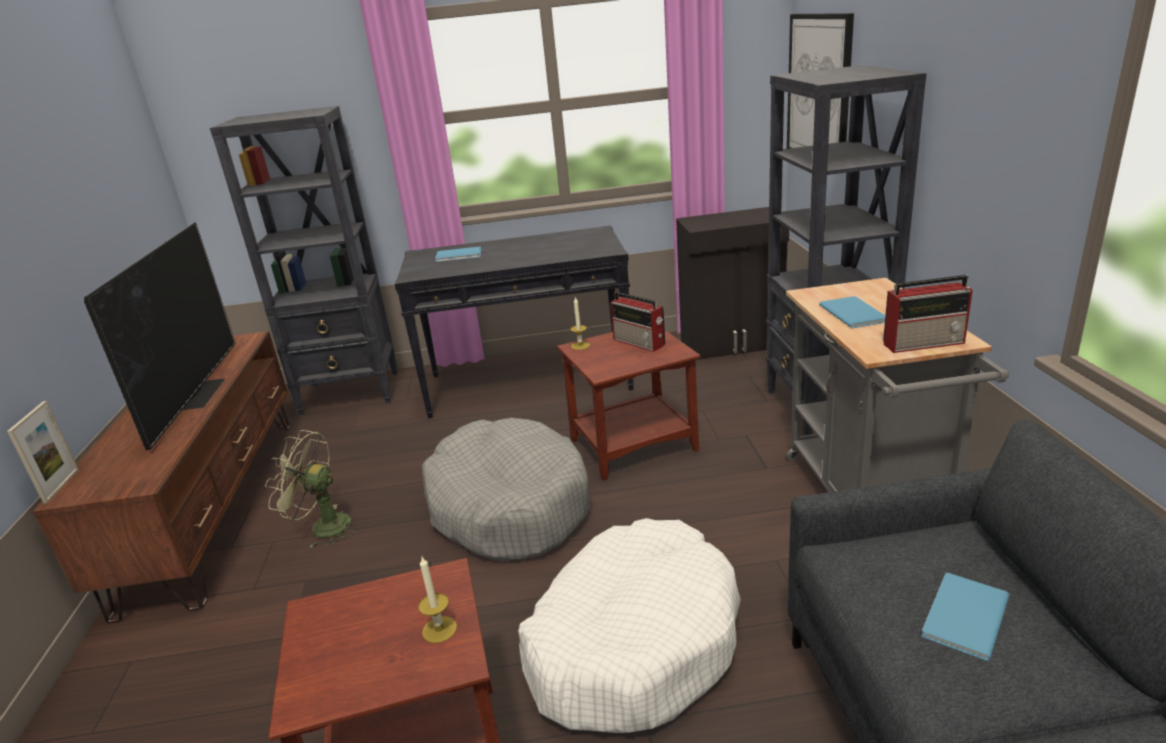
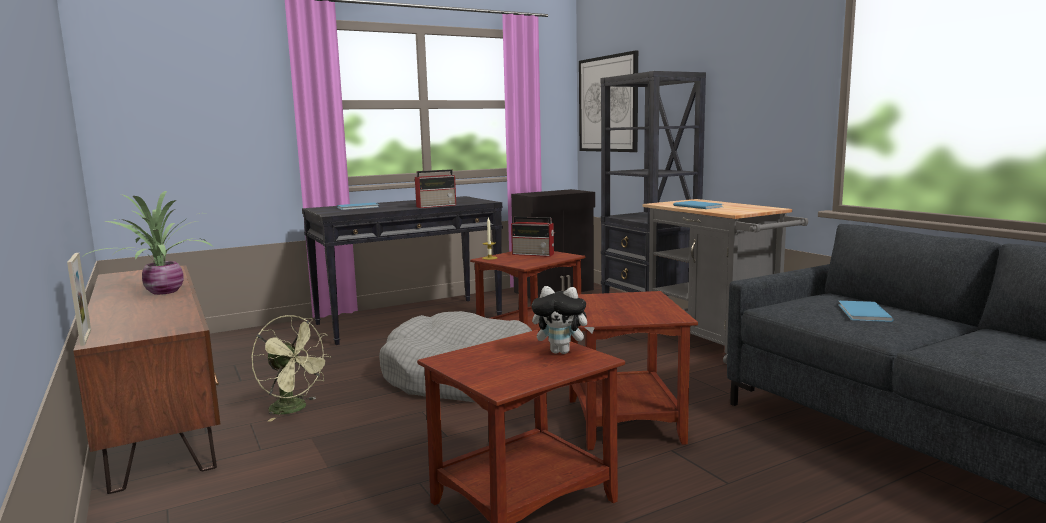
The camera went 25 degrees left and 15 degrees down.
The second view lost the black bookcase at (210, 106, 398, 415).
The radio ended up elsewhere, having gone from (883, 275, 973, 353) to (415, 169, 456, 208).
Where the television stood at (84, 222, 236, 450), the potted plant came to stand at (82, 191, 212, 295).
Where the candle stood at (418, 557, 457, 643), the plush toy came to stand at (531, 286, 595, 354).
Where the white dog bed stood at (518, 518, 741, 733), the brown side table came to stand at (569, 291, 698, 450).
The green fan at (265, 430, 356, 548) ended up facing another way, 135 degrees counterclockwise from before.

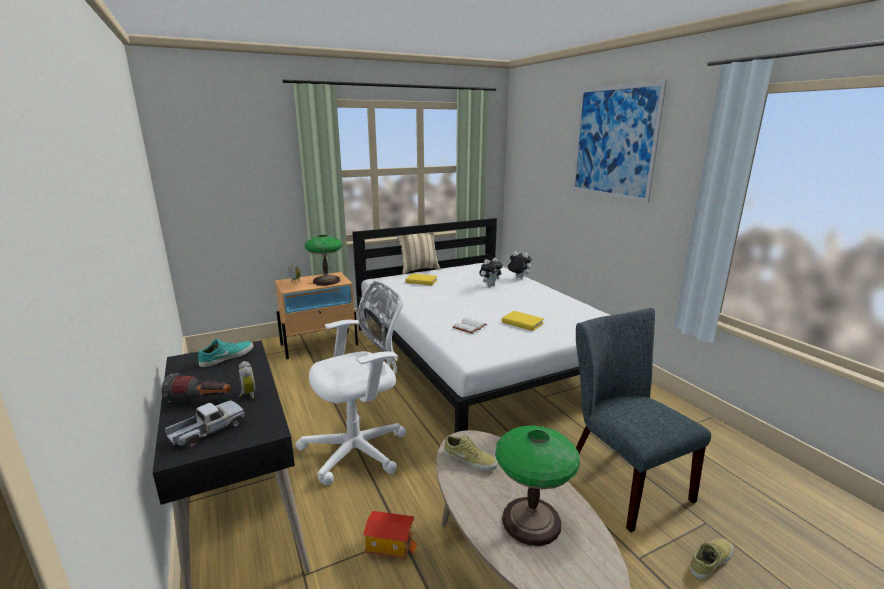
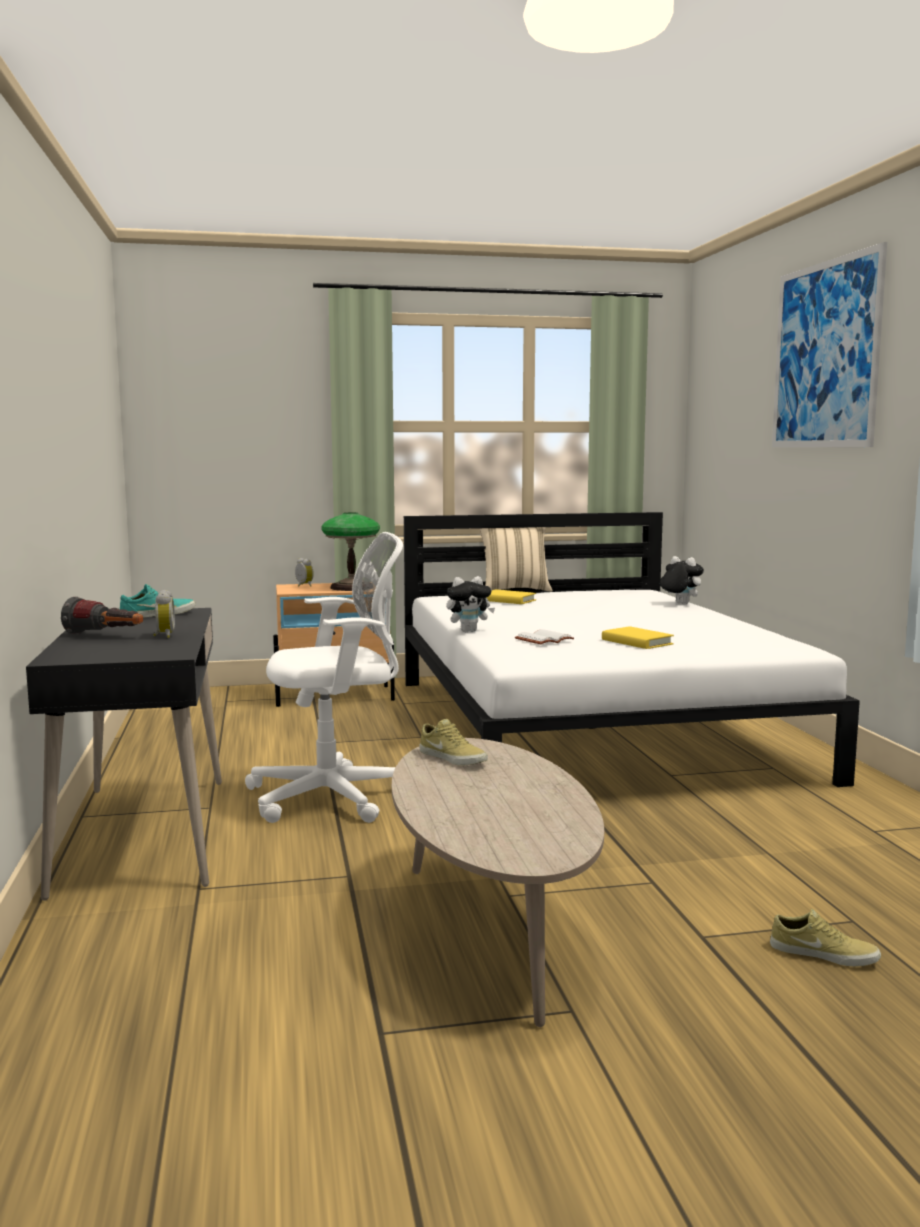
The camera went 15 degrees right and 10 degrees down.
The second view lost the toy truck at (165, 400, 245, 447).
The second view lost the toy house at (363, 511, 417, 559).
The second view lost the table lamp at (495, 425, 580, 546).
The second view lost the grey chair at (576, 308, 711, 532).
The plush toy ended up elsewhere, having gone from (479, 258, 503, 287) to (446, 576, 495, 632).
The beige shoe at (690, 538, 733, 579) ended up facing another way, 45 degrees clockwise from before.

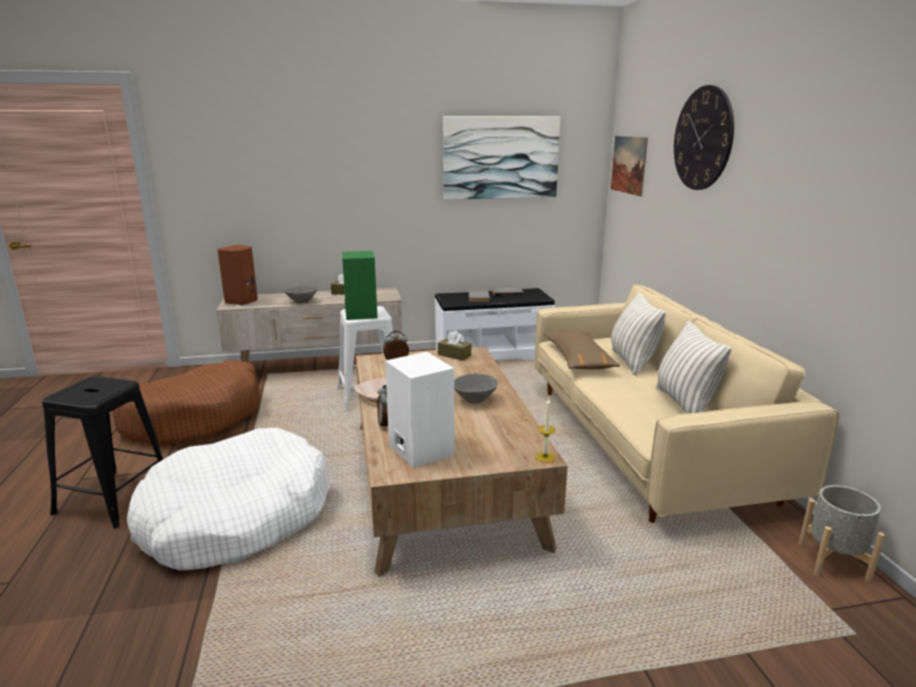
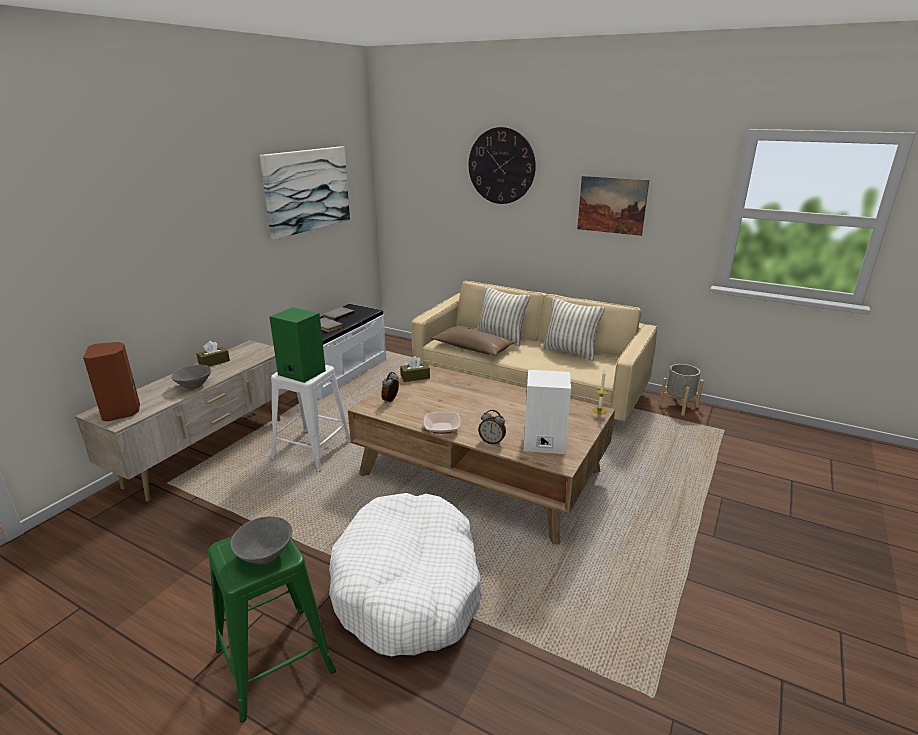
The camera went 50 degrees left and 5 degrees up.
The second view lost the brown dog bed at (112, 360, 260, 445).
The grey bowl ended up elsewhere, having gone from (454, 374, 498, 404) to (231, 516, 293, 565).
The picture ended up elsewhere, having gone from (611, 136, 648, 196) to (577, 176, 649, 236).
What was the black stool at (42, 376, 163, 529) turned into the green stool at (208, 536, 336, 722).

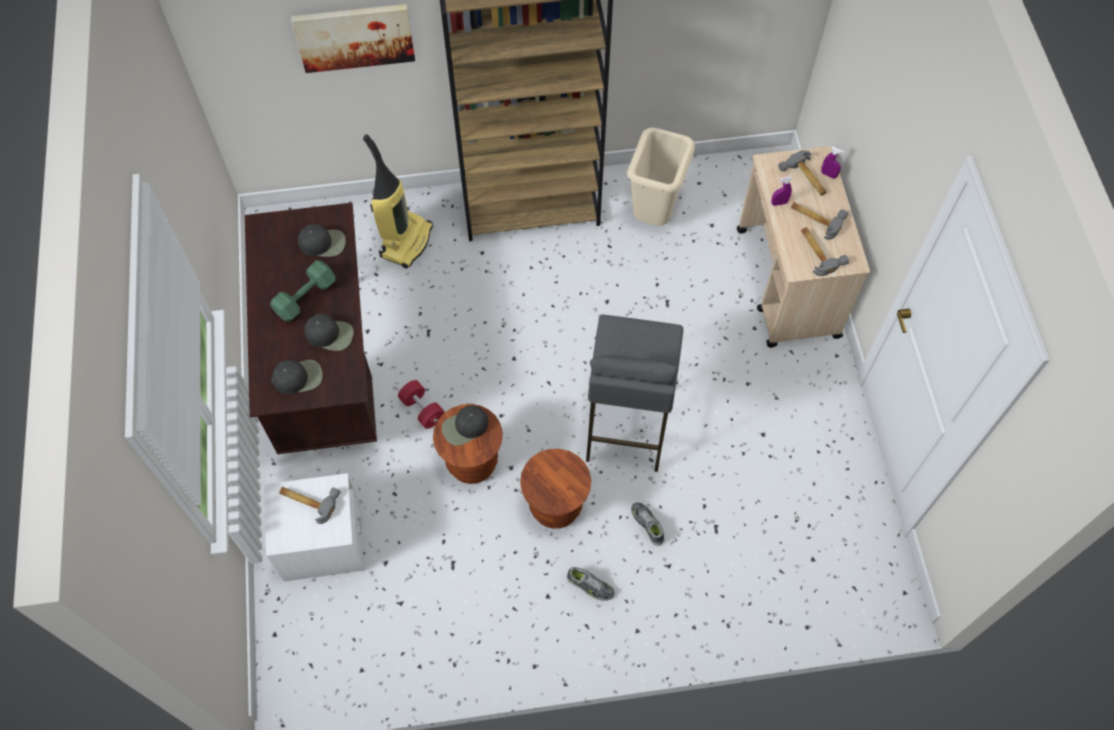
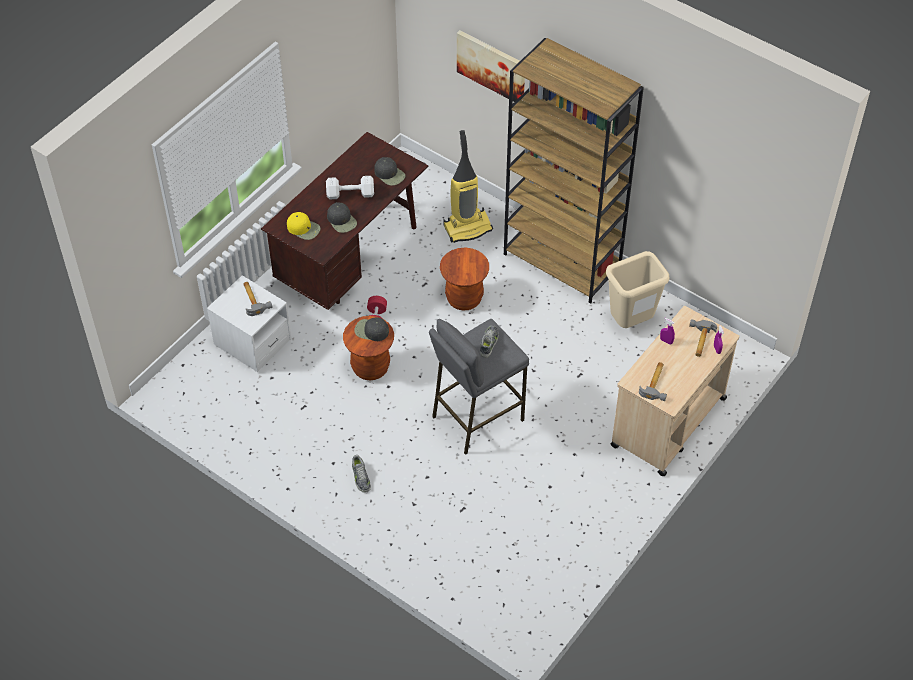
The camera went 45 degrees right and 10 degrees down.
The second view lost the hammer at (791, 202, 848, 240).
The brown stool ended up elsewhere, having gone from (520, 449, 591, 529) to (440, 247, 489, 310).
The shoe ended up elsewhere, having gone from (631, 502, 664, 546) to (480, 325, 498, 358).
What was the green dumbbell at (271, 260, 336, 321) turned into the white dumbbell at (326, 176, 374, 199).
What was the black cap at (272, 360, 323, 394) turned into the yellow cap at (287, 212, 321, 240).

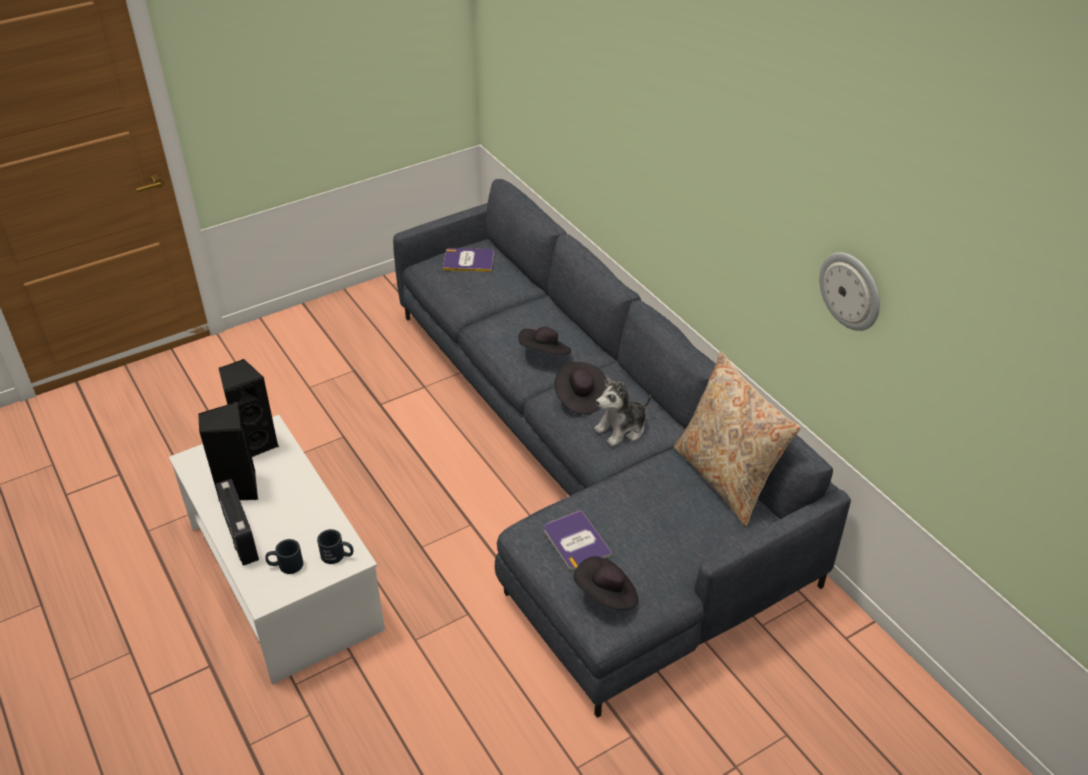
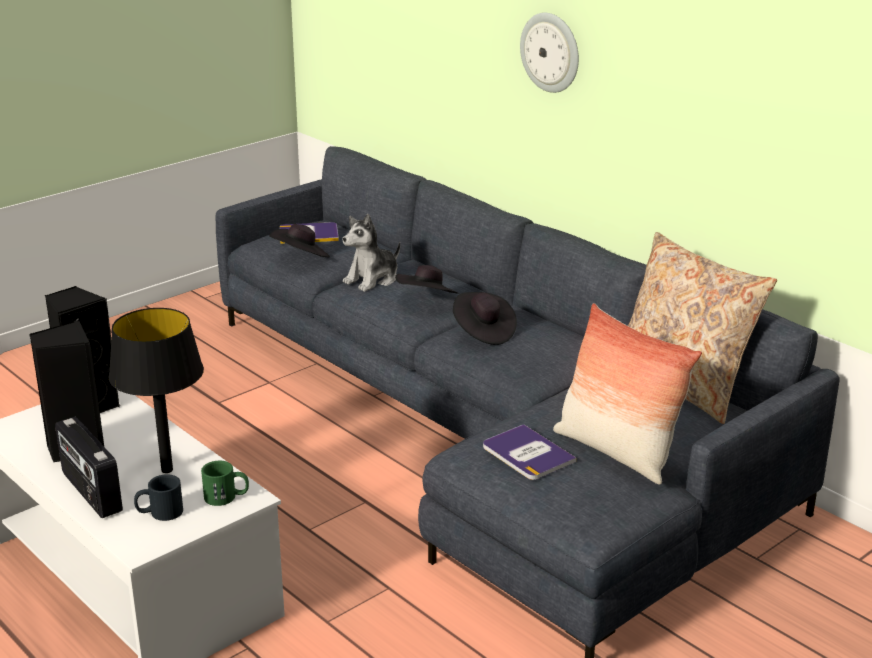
The camera went 10 degrees left and 15 degrees down.
The second view gained the black table lamp at (108, 308, 204, 473).
The second view gained the pillow at (553, 303, 702, 485).
The black hat ended up elsewhere, having gone from (573, 556, 639, 610) to (269, 224, 330, 257).
The plush toy ended up elsewhere, having gone from (594, 375, 651, 447) to (343, 214, 400, 292).
The wall clock ended up elsewhere, having gone from (819, 252, 880, 331) to (520, 13, 579, 93).
What was the black mug at (317, 529, 353, 564) turned into the green mug at (201, 461, 249, 506).

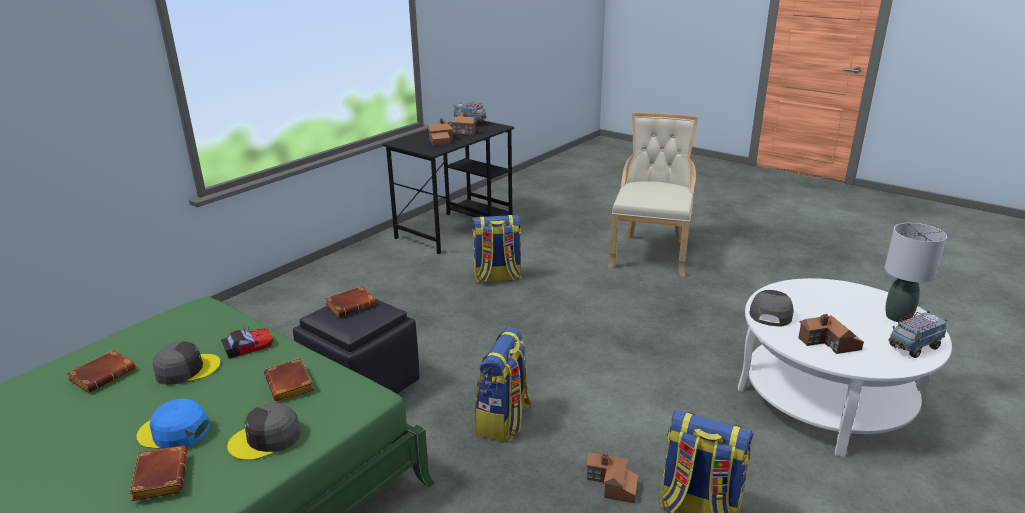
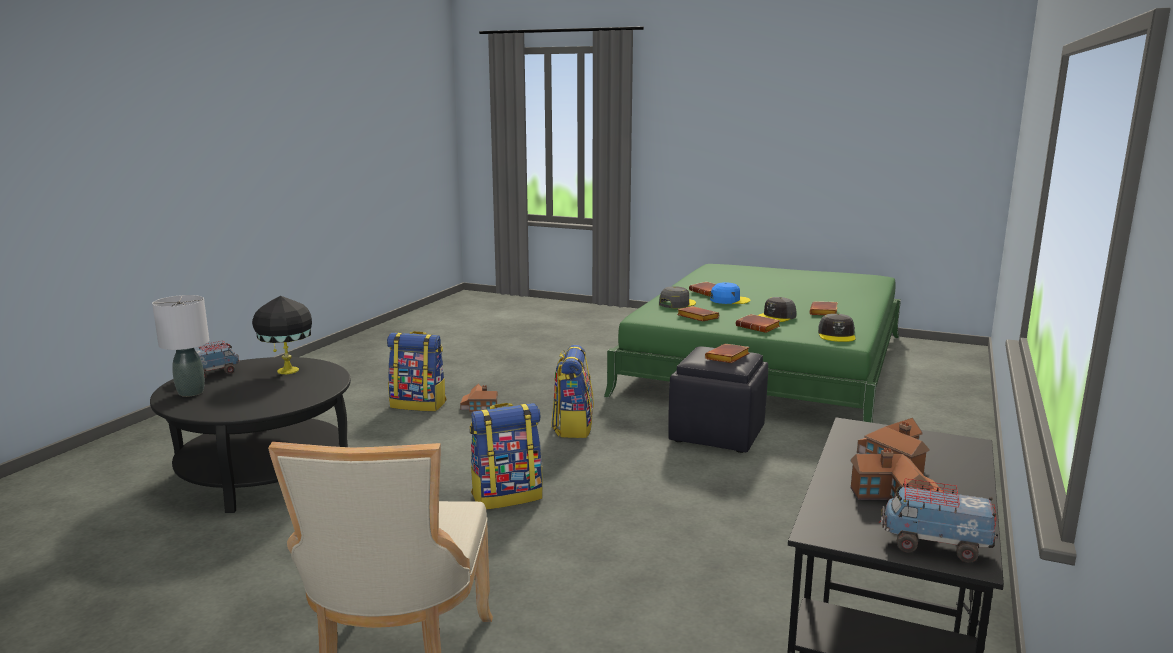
The camera went 165 degrees right and 10 degrees down.
The backpack ended up elsewhere, having gone from (472, 215, 522, 283) to (470, 403, 543, 510).
The grey cap ended up elsewhere, having gone from (749, 290, 794, 327) to (818, 314, 856, 342).
Where the toy car stood at (221, 327, 273, 359), the brown book came to stand at (736, 314, 780, 333).
Where the toy house stood at (798, 314, 864, 354), the black table lamp came to stand at (252, 296, 312, 374).
What was the white coffee table at (738, 278, 952, 457) turned into the black coffee table at (150, 357, 351, 513).

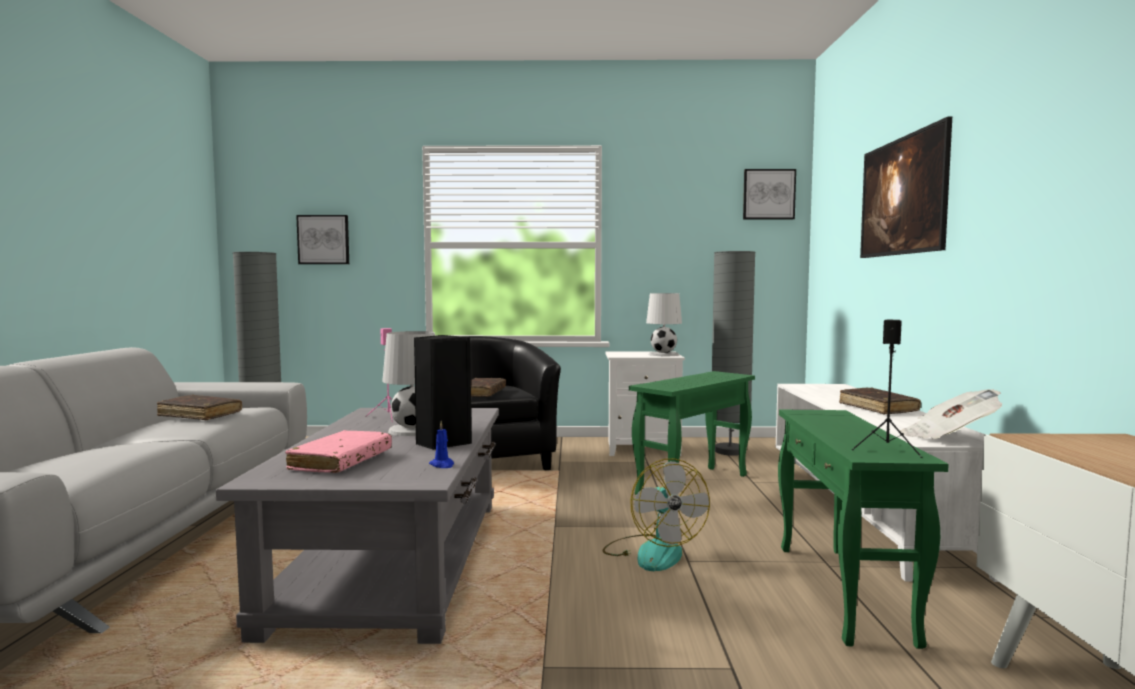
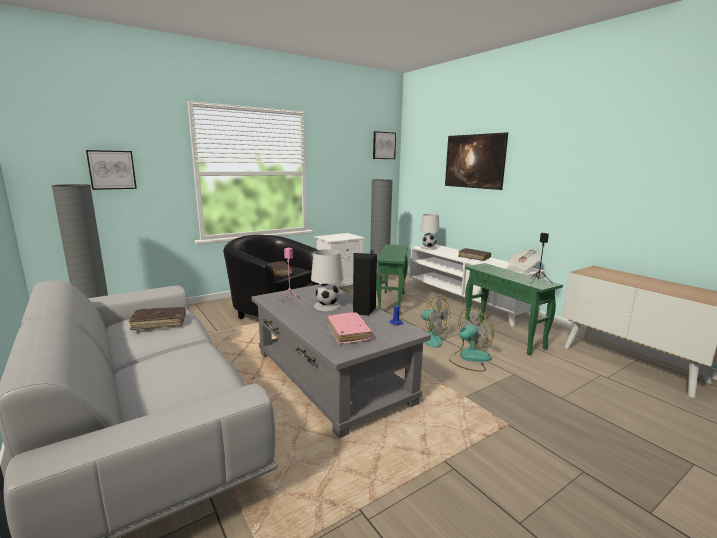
The camera went 35 degrees left and 10 degrees up.
The second view gained the fan at (449, 308, 494, 372).
The white table lamp ended up elsewhere, having gone from (646, 293, 682, 356) to (420, 214, 440, 250).

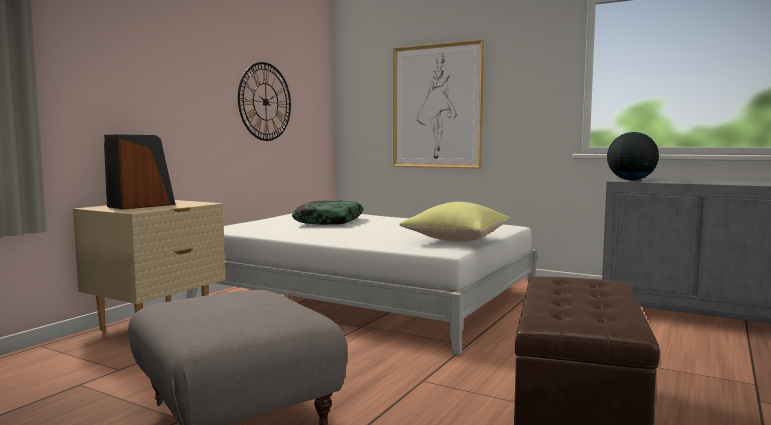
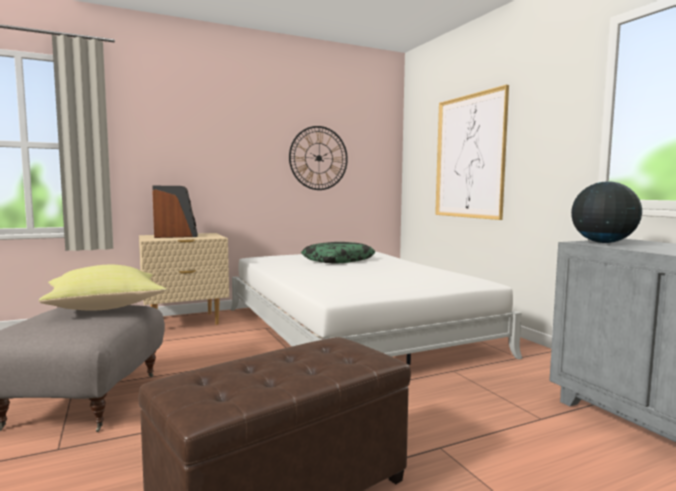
The camera went 35 degrees right and 0 degrees up.
The yellow pillow ended up elsewhere, having gone from (399, 202, 510, 242) to (38, 265, 167, 310).

